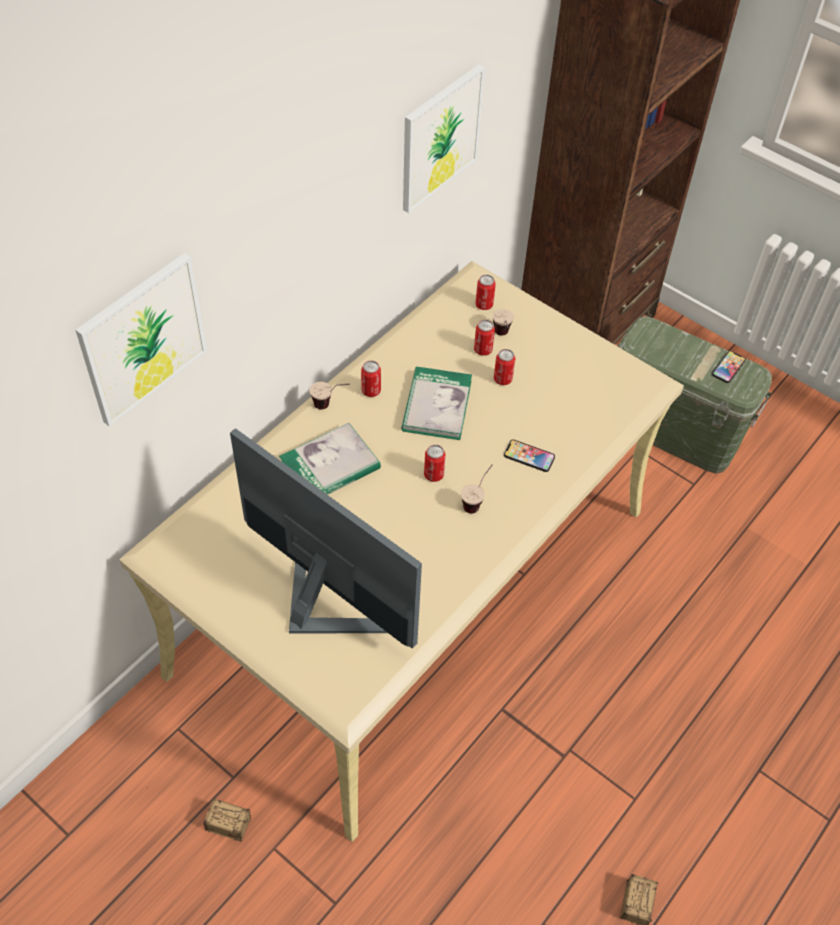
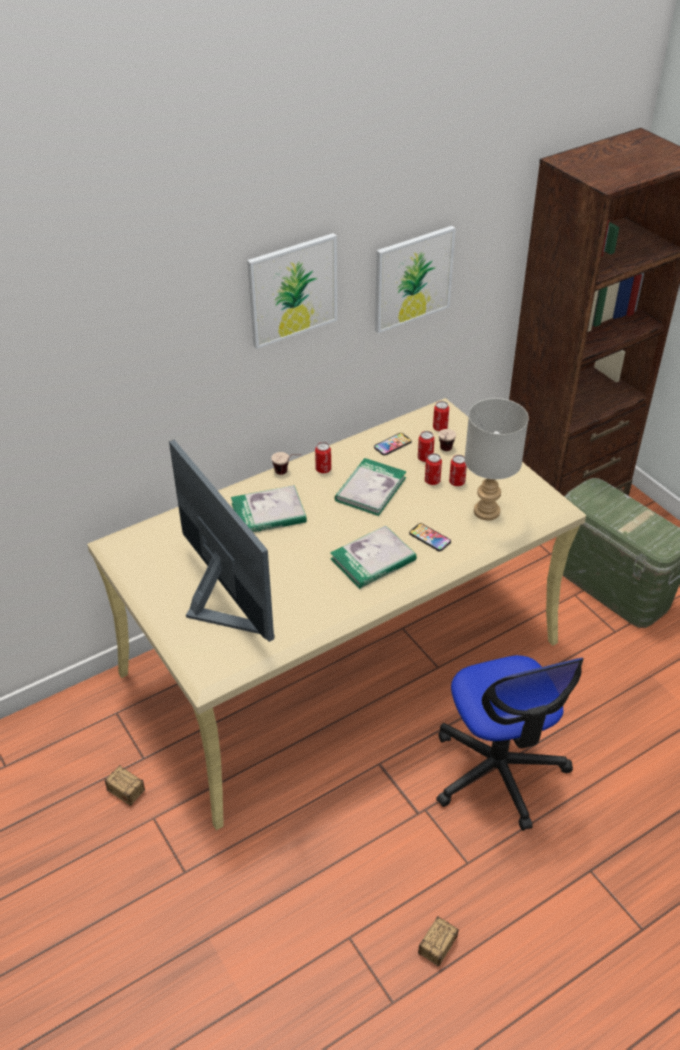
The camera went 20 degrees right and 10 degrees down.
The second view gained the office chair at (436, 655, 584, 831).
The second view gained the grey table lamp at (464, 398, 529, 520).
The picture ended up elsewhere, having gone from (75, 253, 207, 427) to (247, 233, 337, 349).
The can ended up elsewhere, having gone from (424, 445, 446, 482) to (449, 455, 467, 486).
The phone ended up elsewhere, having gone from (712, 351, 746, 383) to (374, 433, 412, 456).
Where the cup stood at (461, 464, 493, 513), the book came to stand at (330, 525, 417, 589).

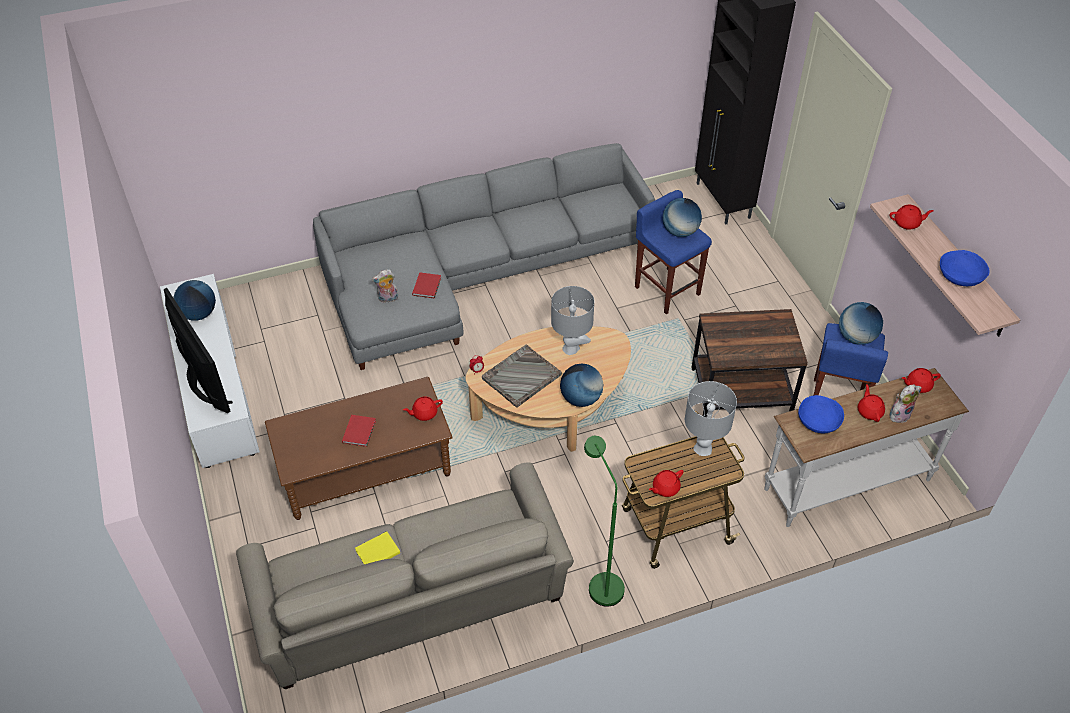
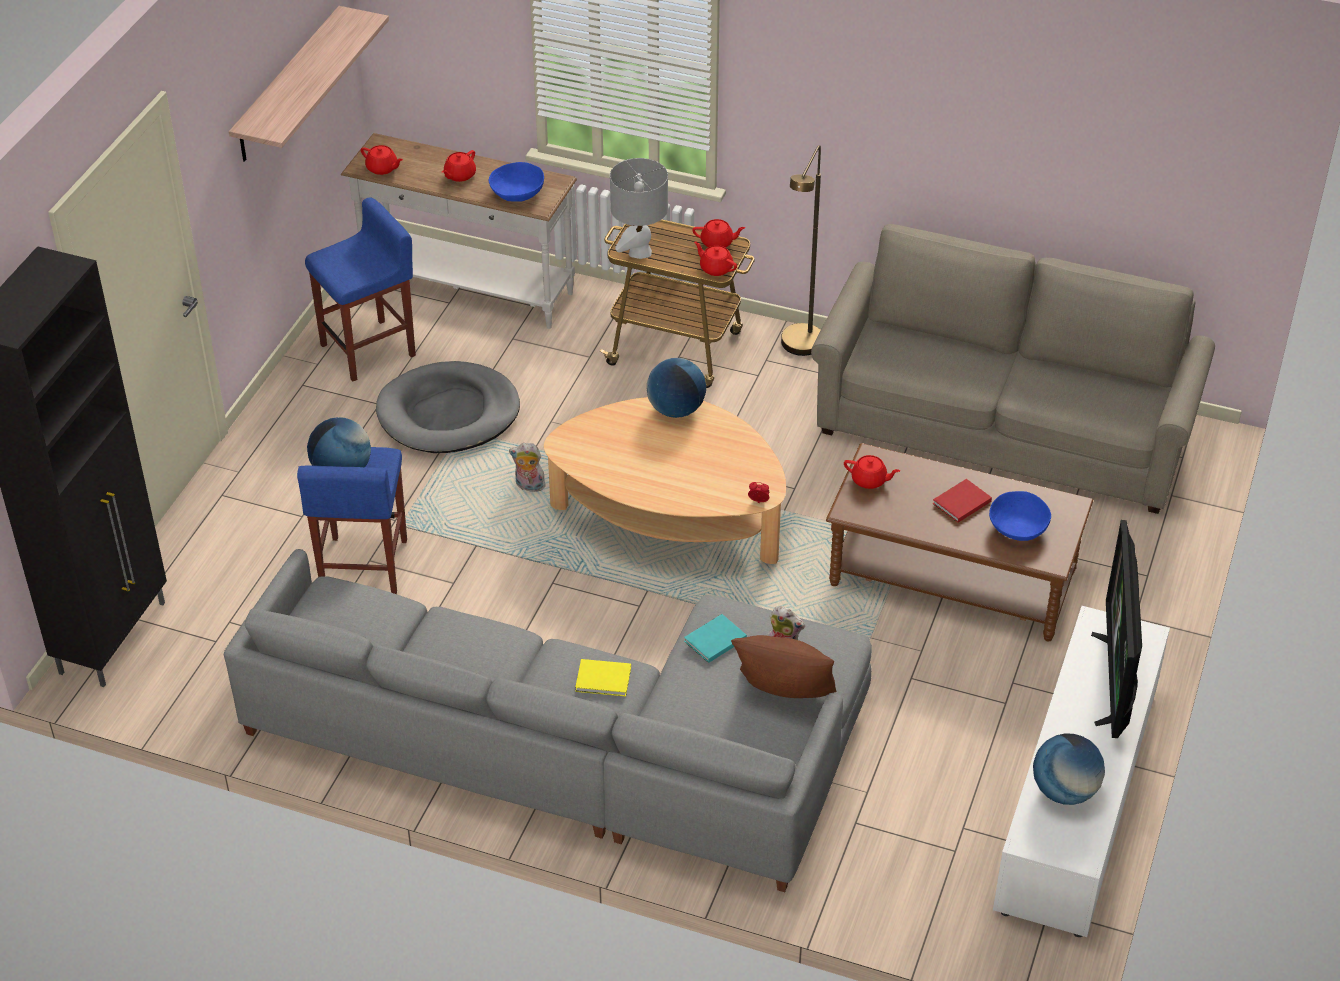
The camera went 140 degrees left and 5 degrees down.
The second view lost the grey tray at (482, 344, 562, 408).
The second view lost the grey table lamp at (551, 286, 594, 355).
The second view lost the globe at (839, 302, 883, 345).
The second view gained the brown pillow at (731, 635, 836, 698).
The yellow book ended up elsewhere, having gone from (355, 531, 400, 564) to (575, 659, 631, 696).
The red teapot ended up elsewhere, having gone from (889, 205, 934, 230) to (694, 241, 737, 276).
The plush toy ended up elsewhere, having gone from (890, 385, 922, 423) to (509, 443, 545, 492).
The blue bowl ended up elsewhere, having gone from (940, 250, 990, 286) to (989, 491, 1051, 541).
Where the brown side table stood at (691, 309, 808, 417), the grey dog bed came to stand at (376, 361, 520, 453).
What was the red book at (412, 272, 441, 298) turned into the turquoise book at (684, 614, 747, 663).
What was the green floor lamp at (584, 436, 625, 607) turned into the brown floor lamp at (781, 145, 821, 356).

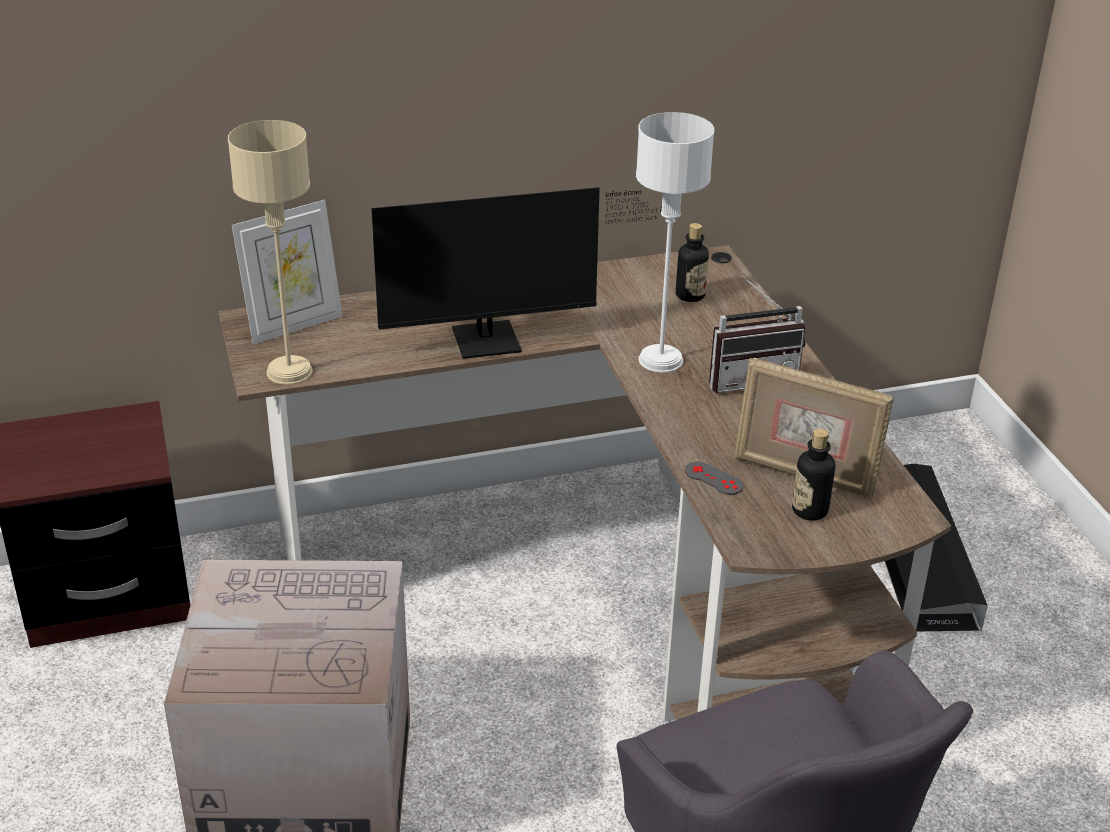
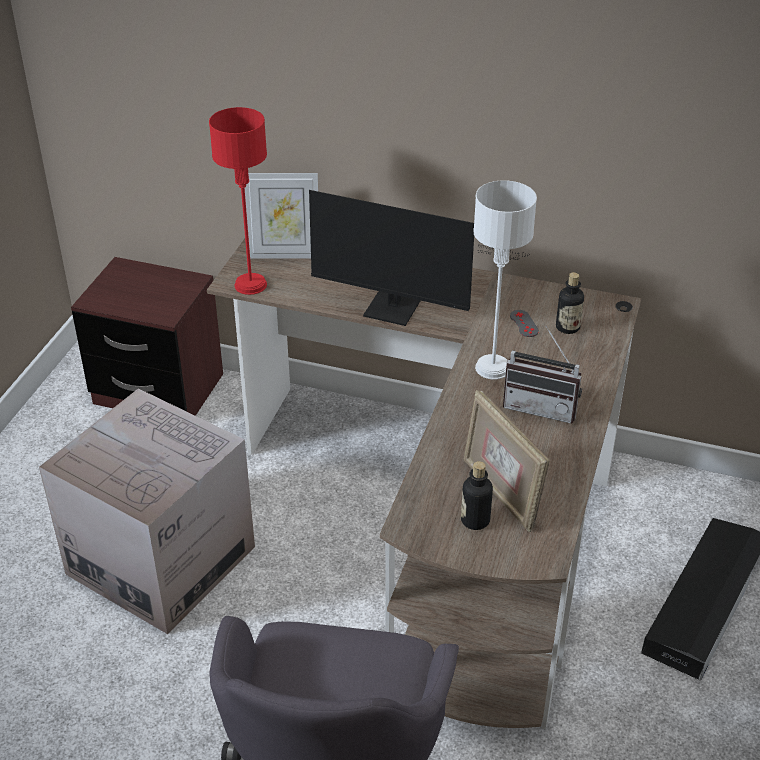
The camera went 35 degrees right and 5 degrees up.
The grey game controller ended up elsewhere, having gone from (685, 462, 744, 495) to (510, 310, 539, 337).
What was the beige table lamp at (228, 120, 313, 385) turned into the red table lamp at (209, 107, 267, 295).

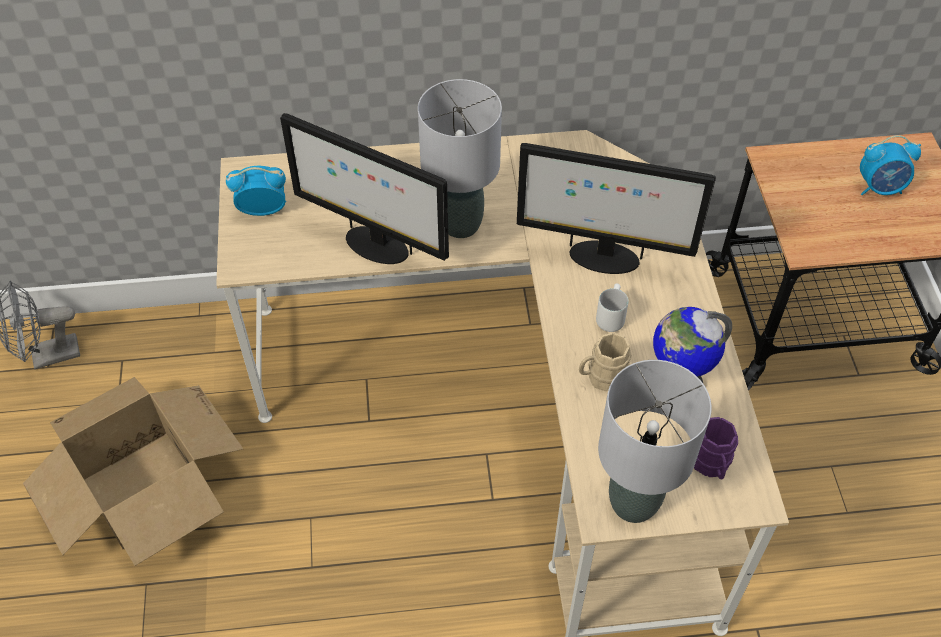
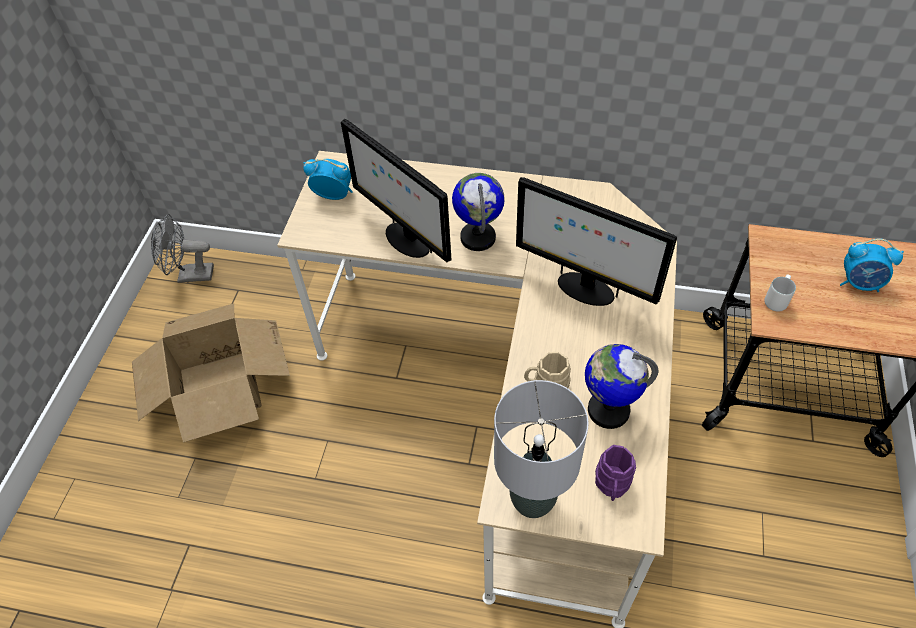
The camera went 20 degrees right and 0 degrees up.
The white mug ended up elsewhere, having gone from (596, 283, 628, 332) to (764, 274, 796, 312).
Where the grey table lamp stood at (418, 79, 502, 238), the globe came to stand at (452, 173, 505, 251).

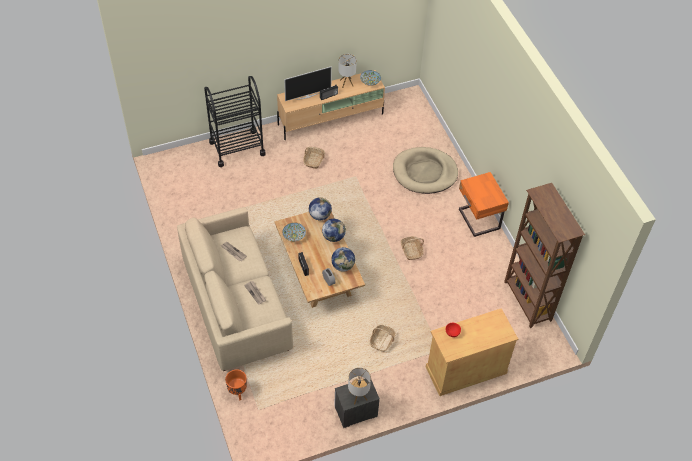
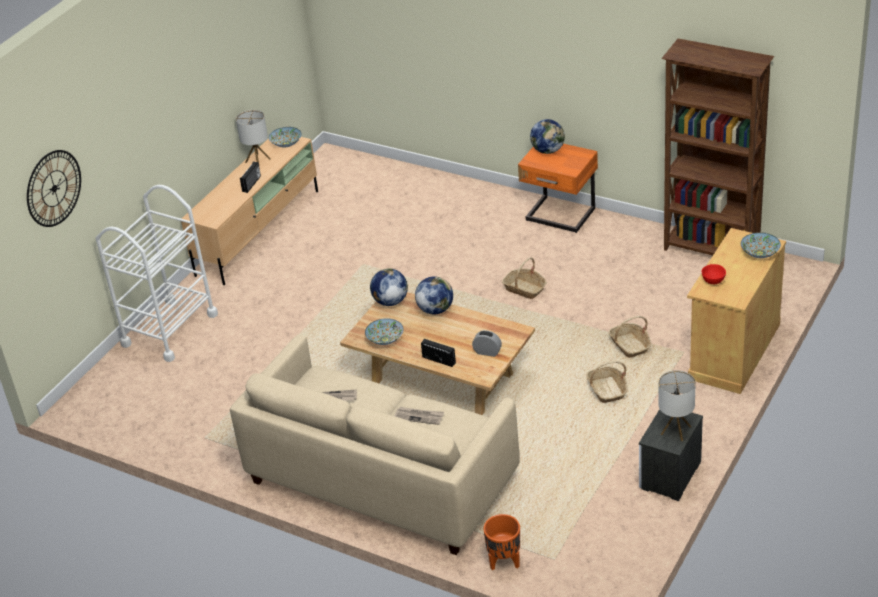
The camera went 35 degrees left and 15 degrees down.
The second view lost the television at (284, 66, 332, 101).
The second view lost the beige dog bed at (393, 147, 458, 194).
The second view gained the wall clock at (27, 150, 81, 227).
The second view gained the bowl at (741, 233, 781, 258).
The basket ended up elsewhere, having gone from (303, 147, 325, 169) to (609, 316, 651, 358).
The globe ended up elsewhere, having gone from (331, 247, 355, 272) to (530, 119, 565, 154).
What was the black cart at (204, 76, 266, 167) turned into the white cart at (96, 185, 218, 362).

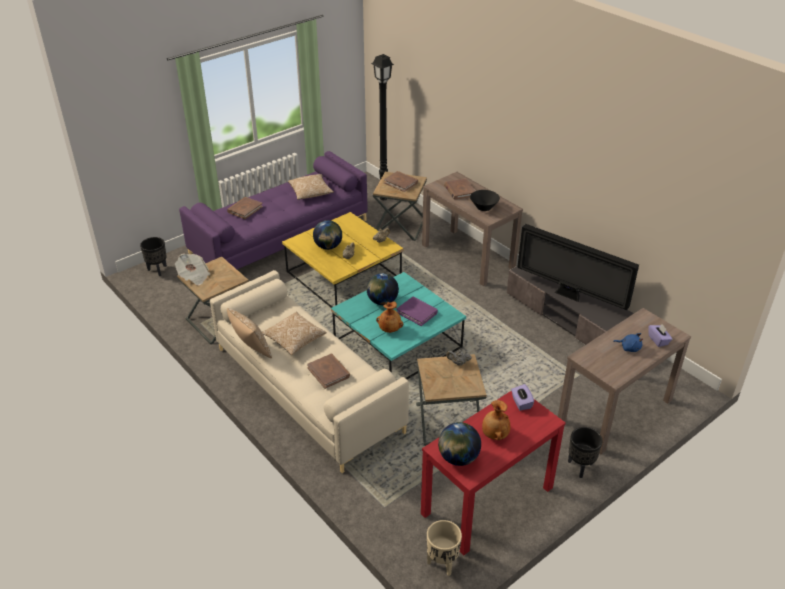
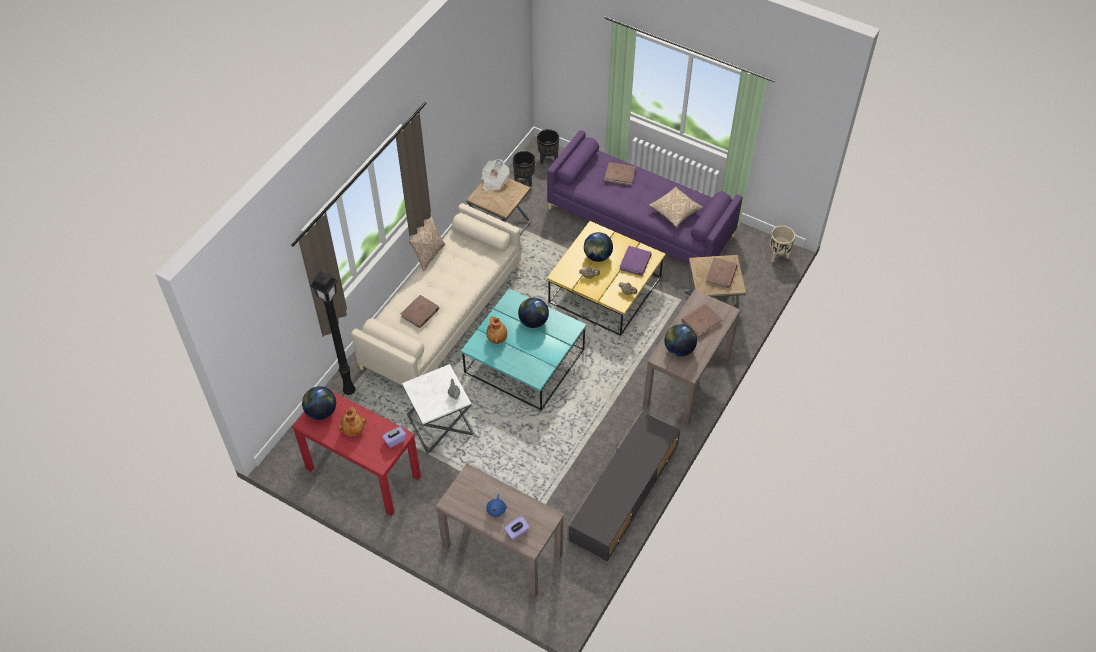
The camera went 70 degrees right and 15 degrees up.
The second view lost the pillow at (262, 312, 327, 355).
The second view lost the television at (517, 224, 639, 310).
The black floor lamp ended up elsewhere, having gone from (371, 54, 394, 200) to (310, 270, 355, 395).
The purple book ended up elsewhere, having gone from (396, 297, 438, 326) to (619, 246, 652, 276).
The beige planter ended up elsewhere, having gone from (427, 520, 462, 576) to (770, 226, 795, 262).
The black planter ended up elsewhere, having gone from (568, 427, 603, 478) to (513, 151, 535, 186).
Where the black bowl stood at (470, 190, 500, 211), the globe came to stand at (664, 324, 697, 357).
What was the brown side table at (416, 354, 487, 446) turned into the white side table at (402, 364, 474, 454).

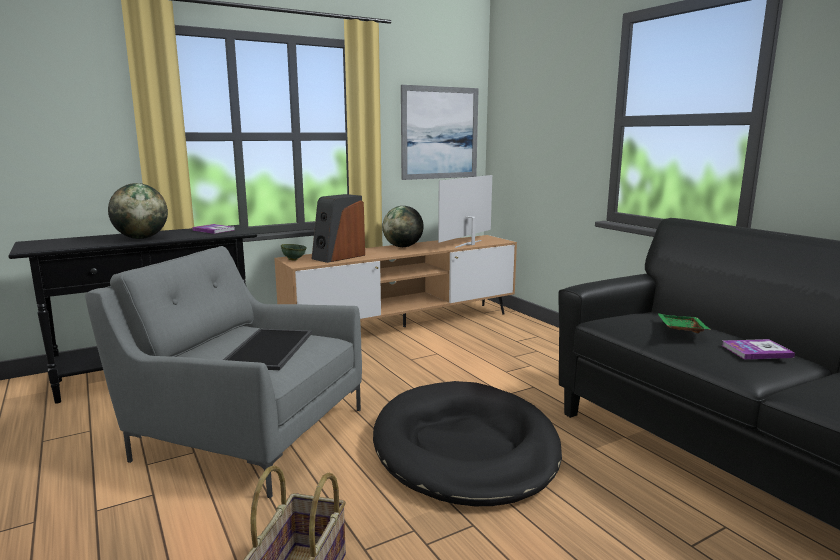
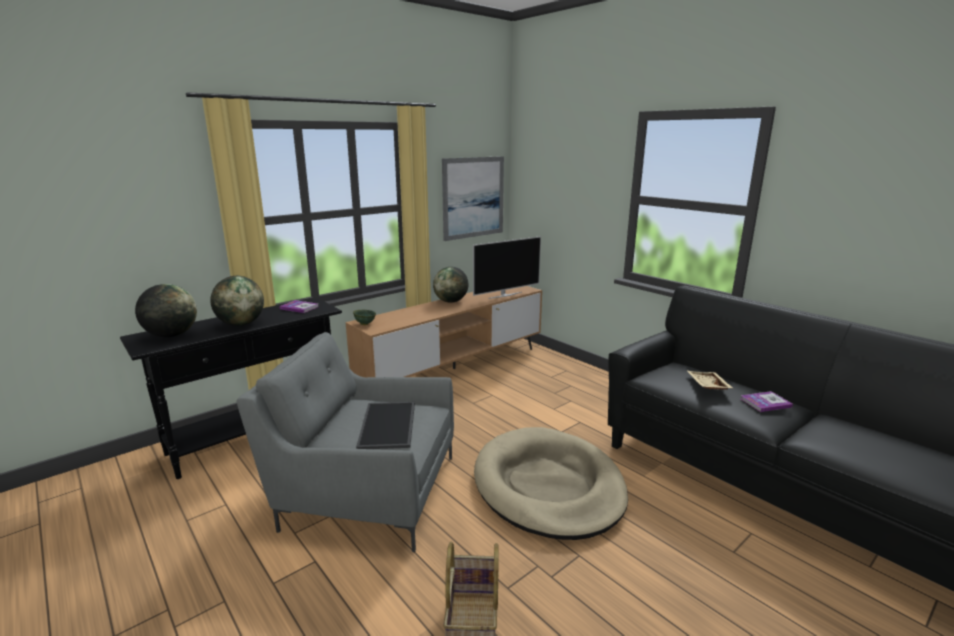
The camera went 10 degrees left and 5 degrees up.
The second view lost the speaker at (312, 194, 365, 263).
The second view gained the globe at (135, 284, 197, 337).
What was the black dog bed at (373, 381, 562, 506) turned into the beige dog bed at (474, 427, 628, 540).
What was the green tray at (658, 313, 710, 333) turned into the beige tray at (687, 371, 733, 389).
The television at (438, 175, 492, 248) ended up facing another way, 150 degrees counterclockwise from before.

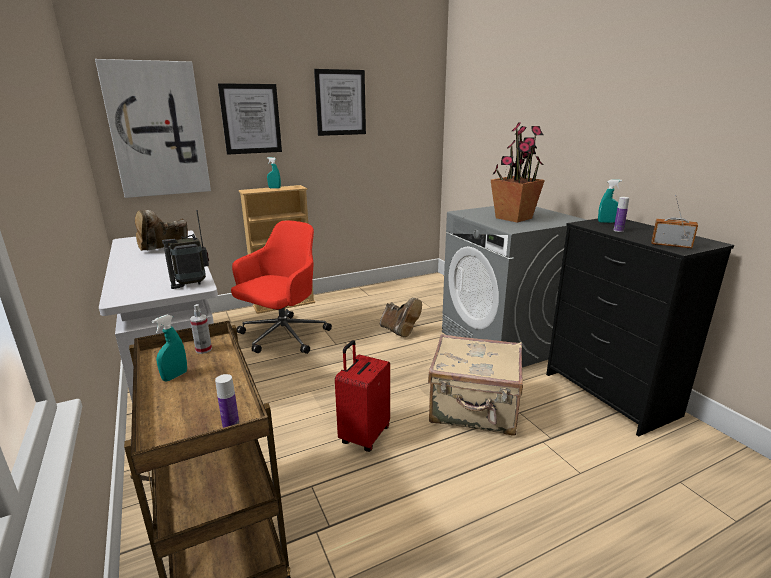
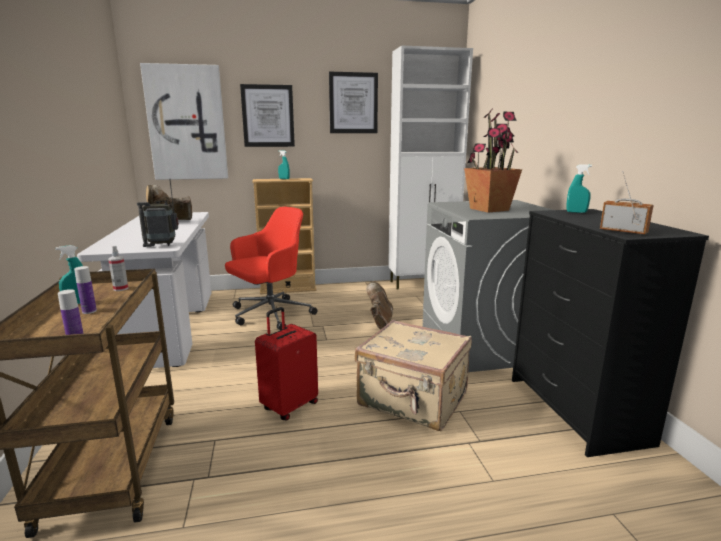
The camera went 15 degrees right and 5 degrees down.
The second view gained the white cabinet at (388, 45, 473, 290).
The bottle ended up elsewhere, having gone from (613, 197, 629, 232) to (74, 266, 97, 314).
The brown boot at (380, 298, 422, 337) ended up facing another way, 150 degrees counterclockwise from before.

